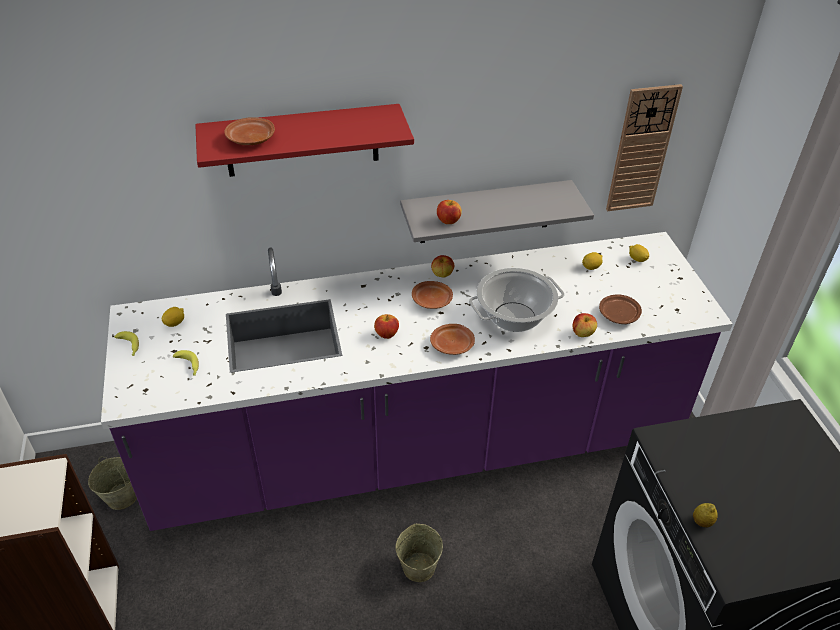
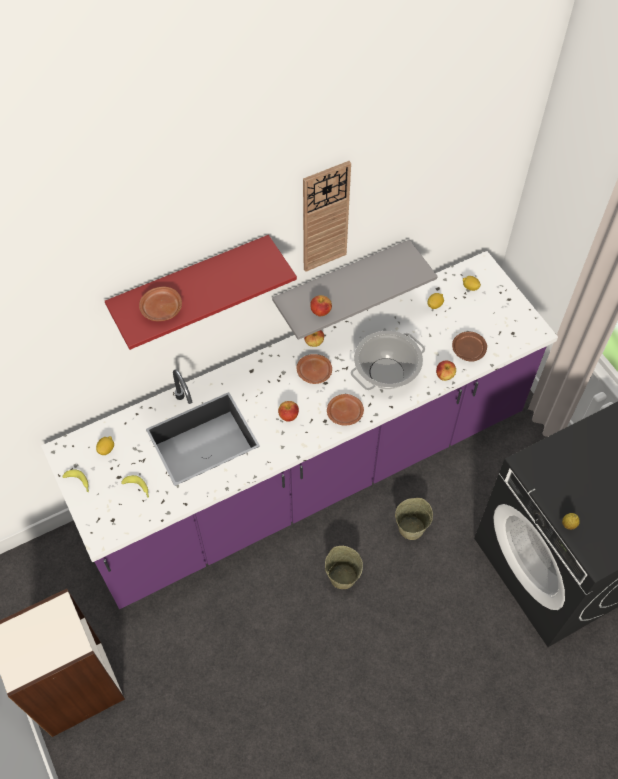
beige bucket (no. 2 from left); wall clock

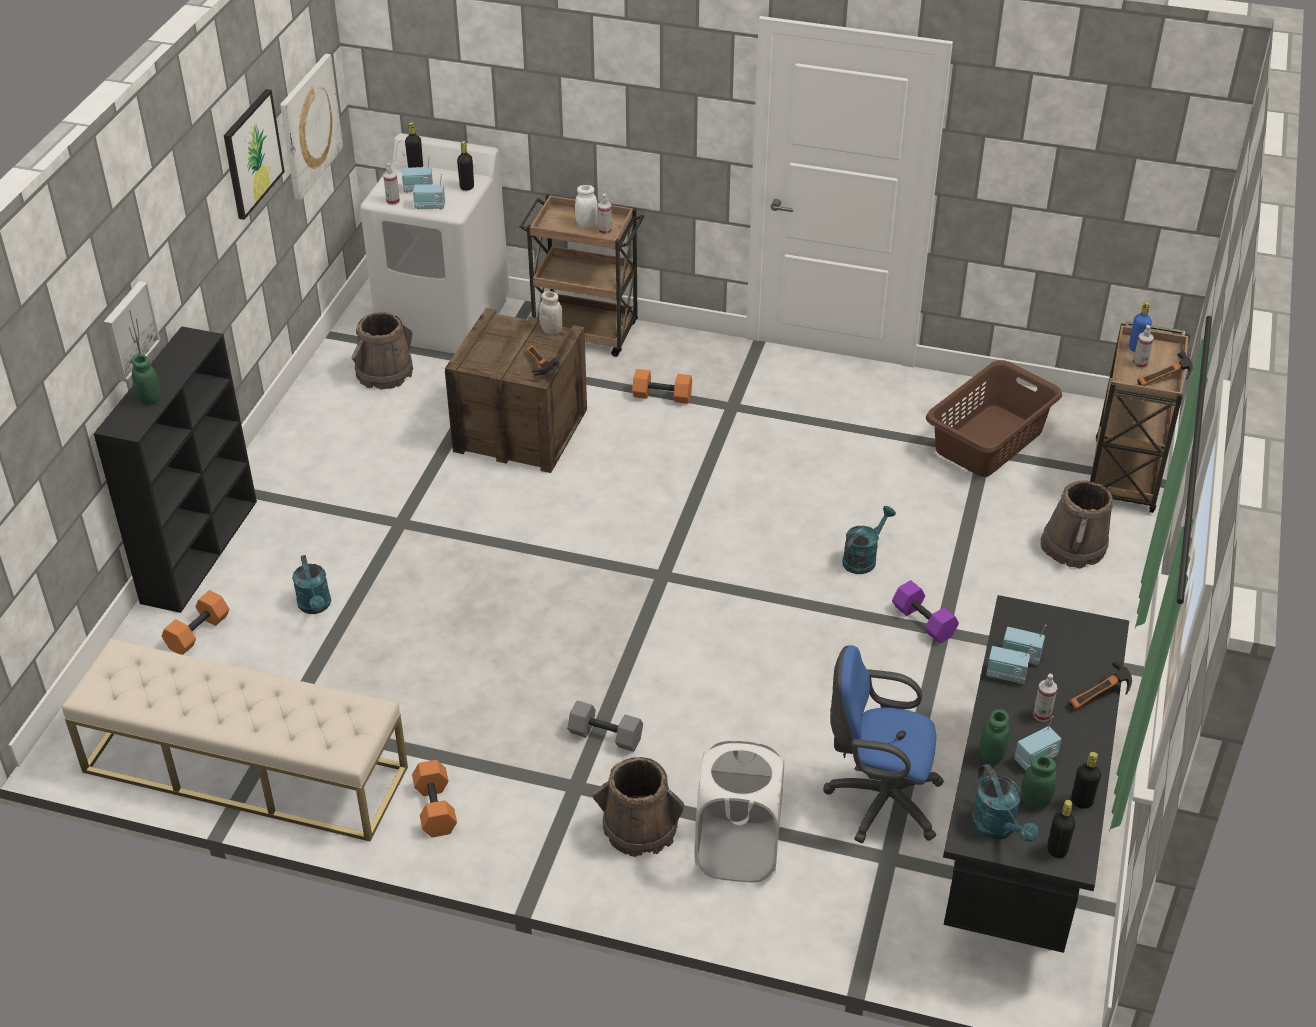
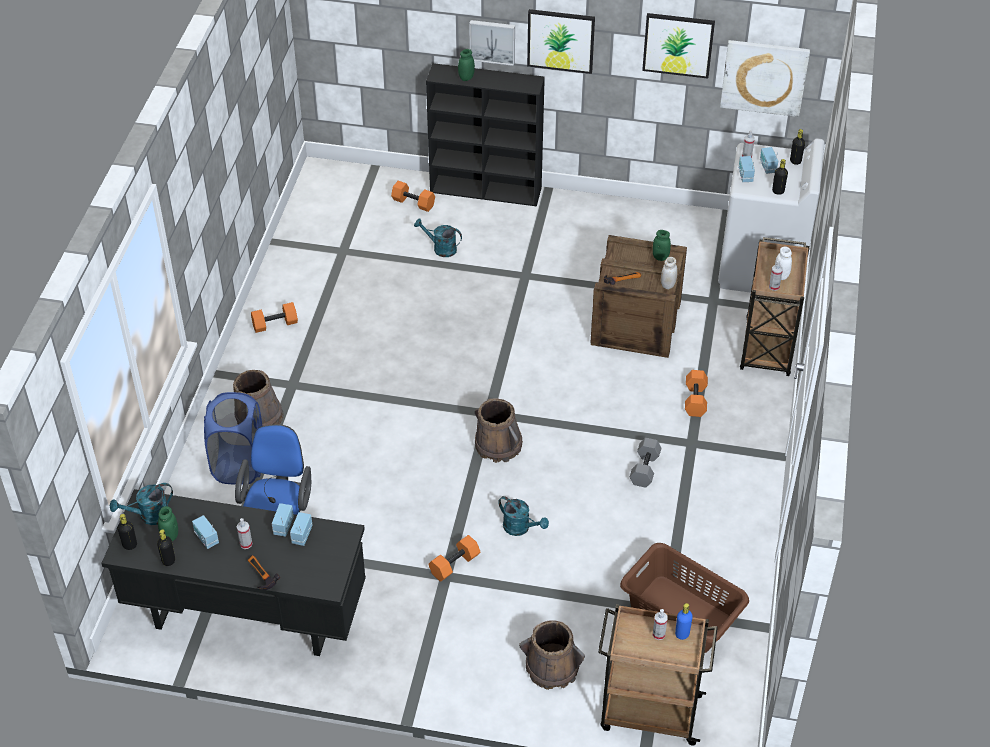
beige bench; turquoise watering can (no. 2 from left); brown bucket (no. 2 from left); grey dumbbell; blue laundry basket; orange dumbbell (no. 3 from left); green jar (no. 3 from left); hammer (no. 3 from left in the first image); picture (no. 2 from left)

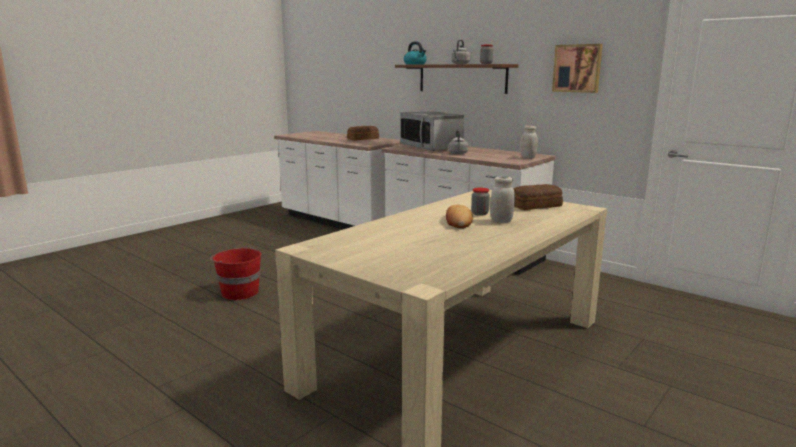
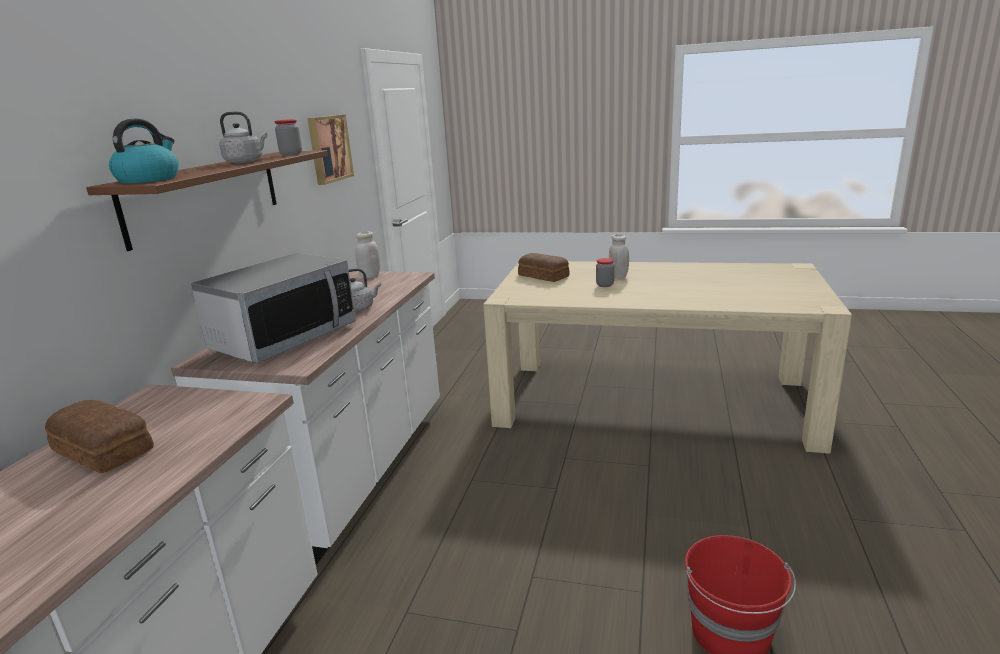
bread (no. 2 from left in the first image)

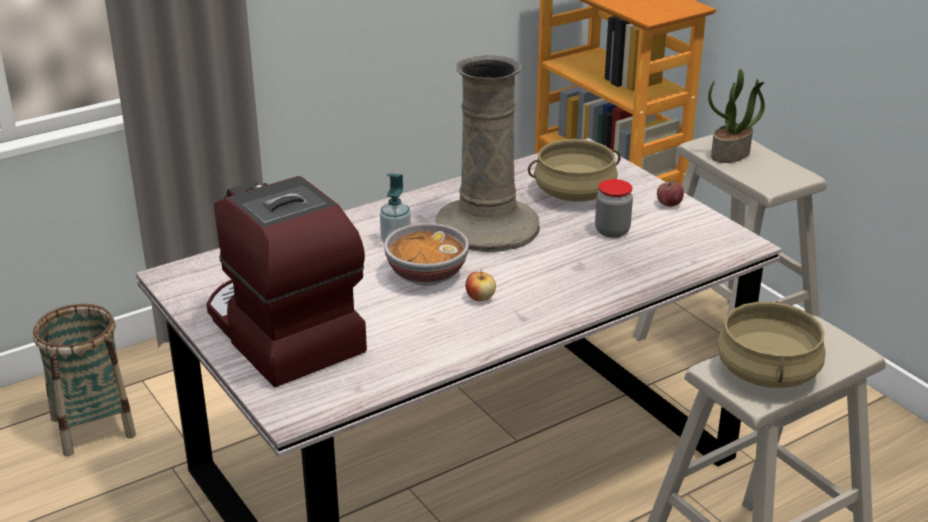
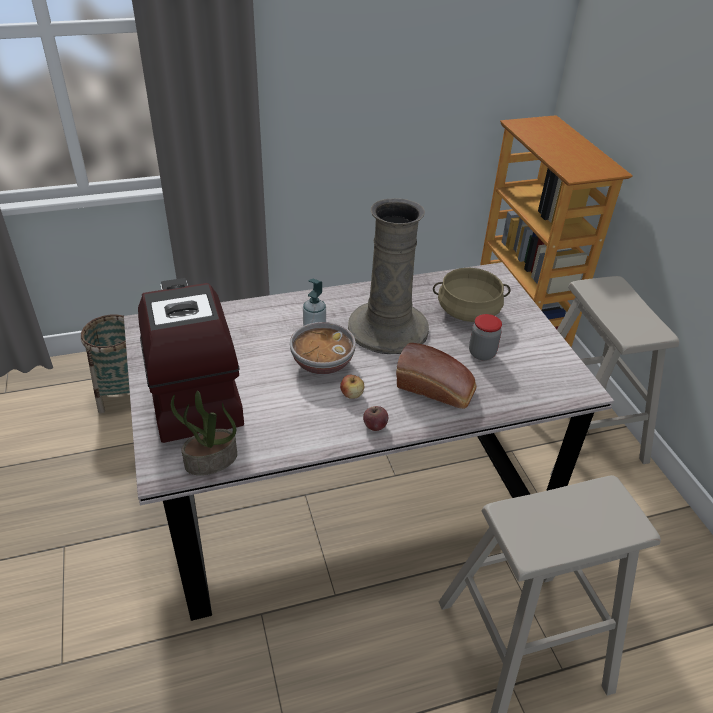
apple (no. 2 from left); potted plant; beige cooking pot (no. 2 from left in the first image); bread

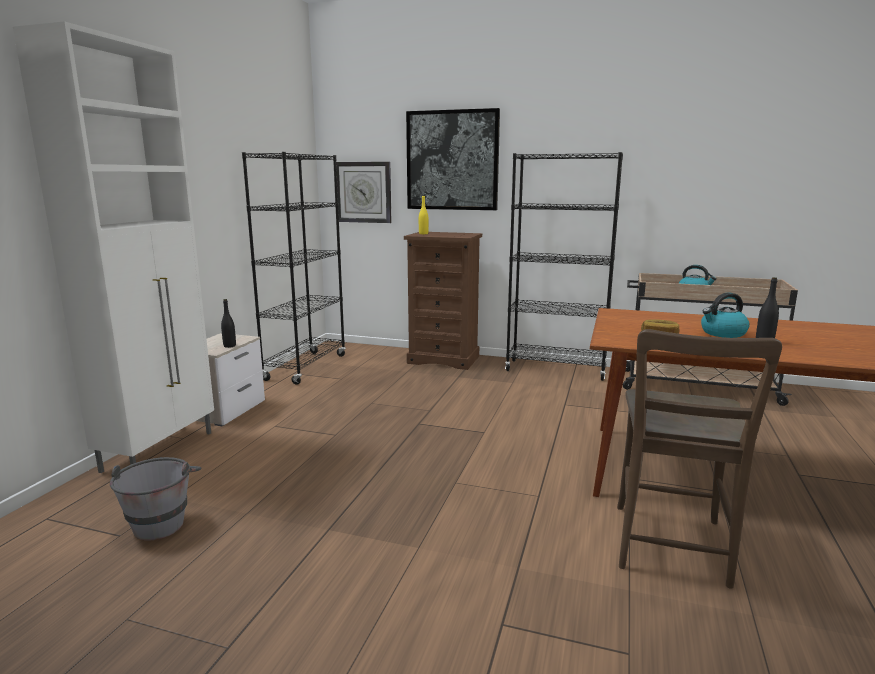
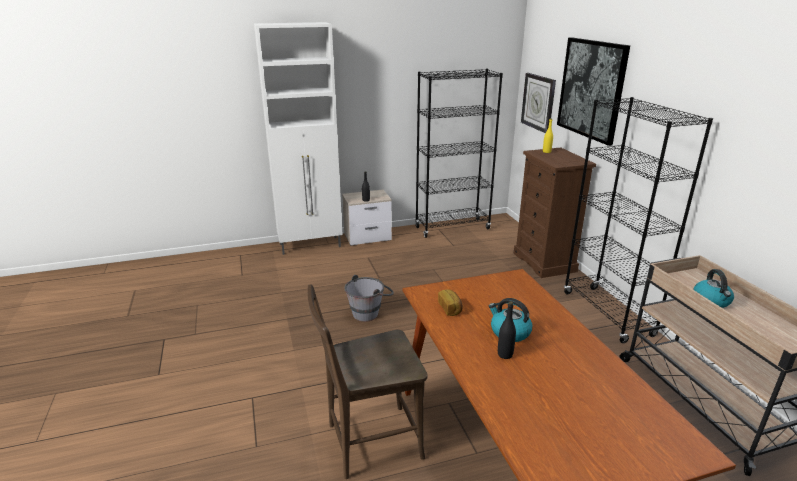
grey bucket

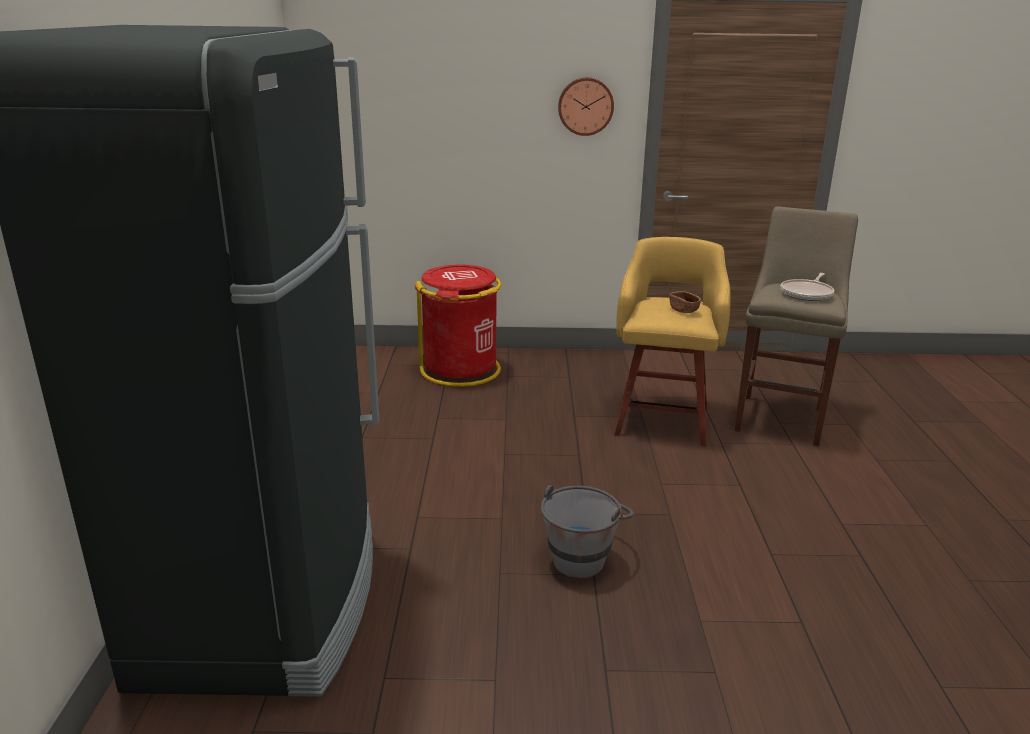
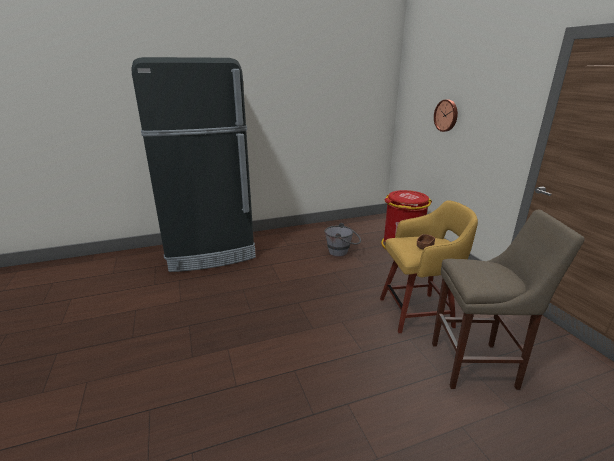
grey bucket; wall clock; frying pan

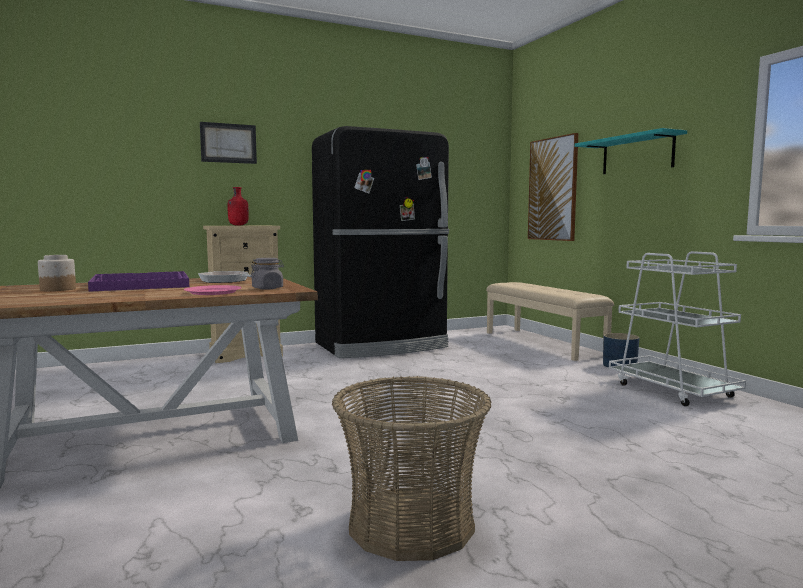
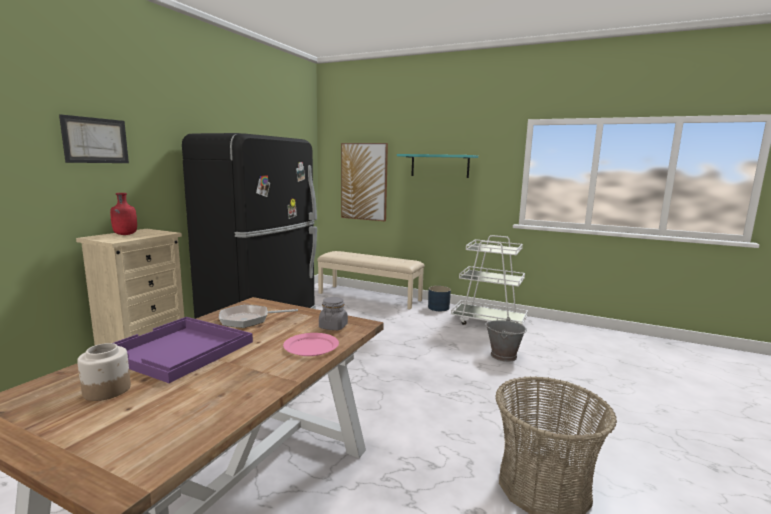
grey bucket

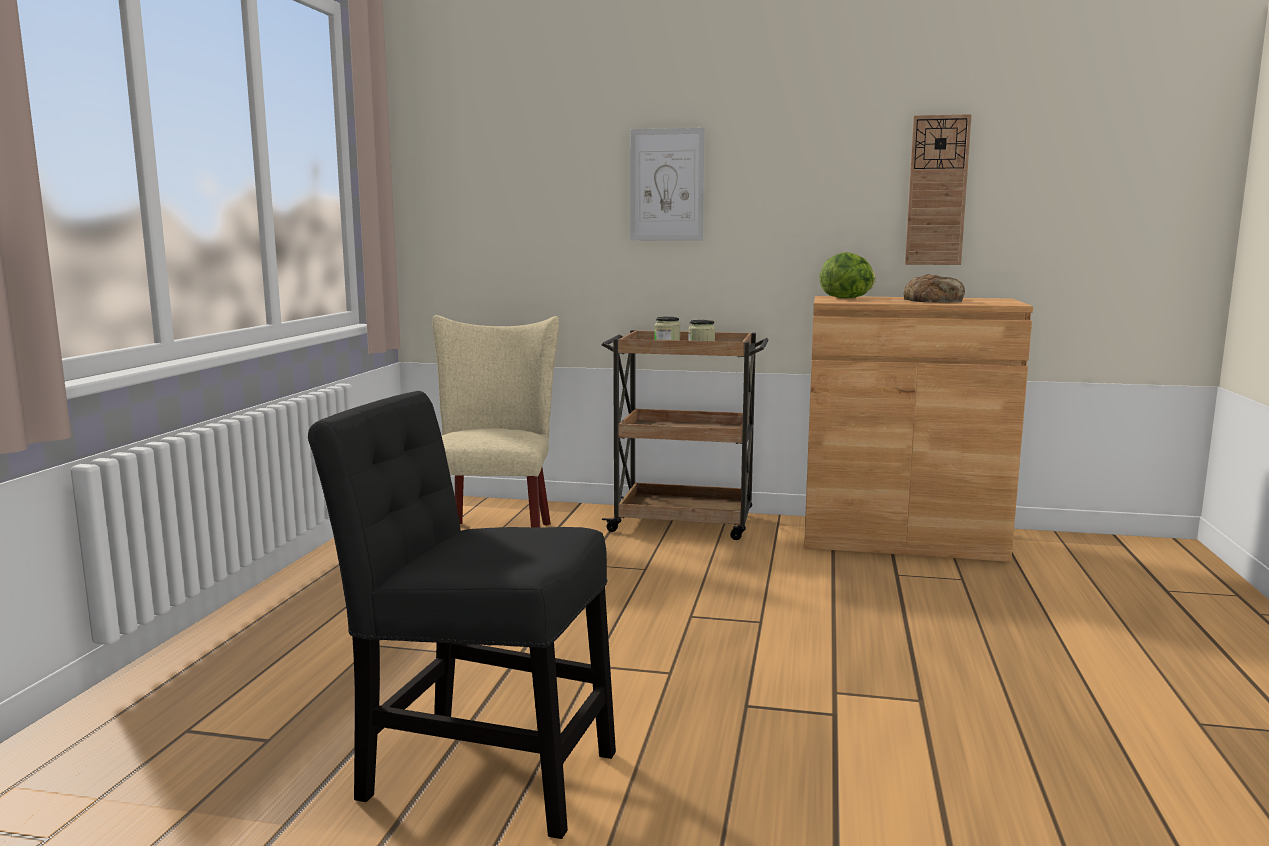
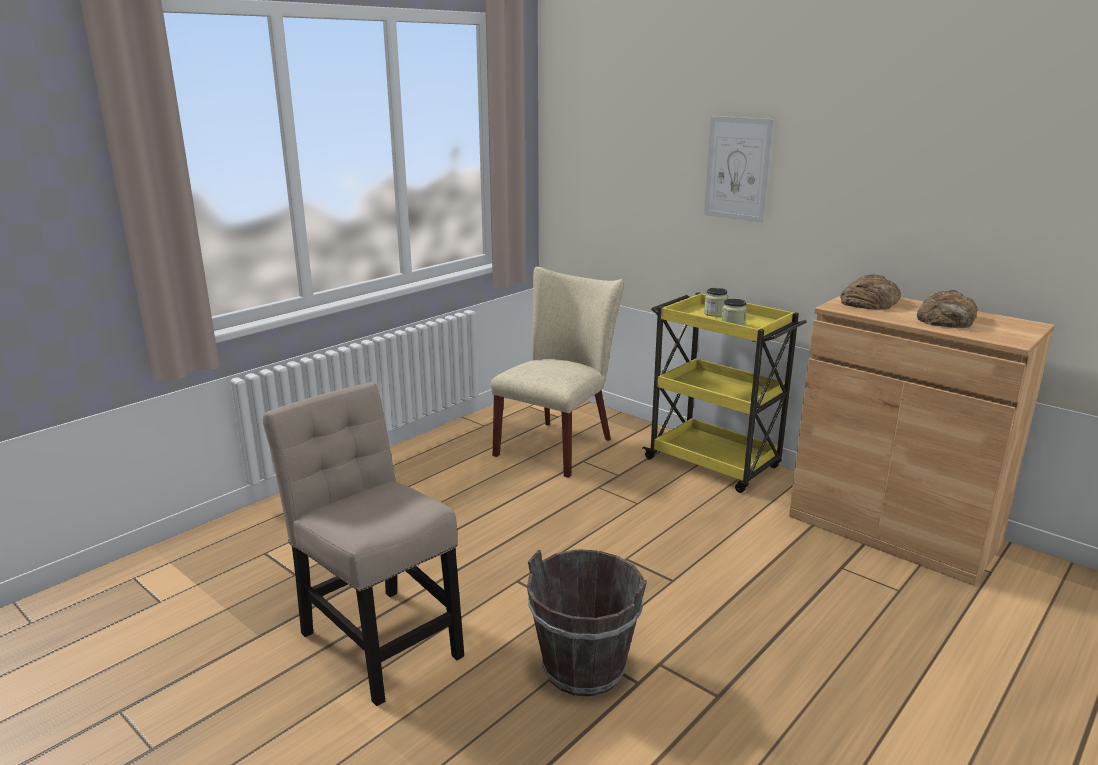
beige chair (no. 1 from left); yellow cart; bread (no. 1 from left); wall clock; brown bucket

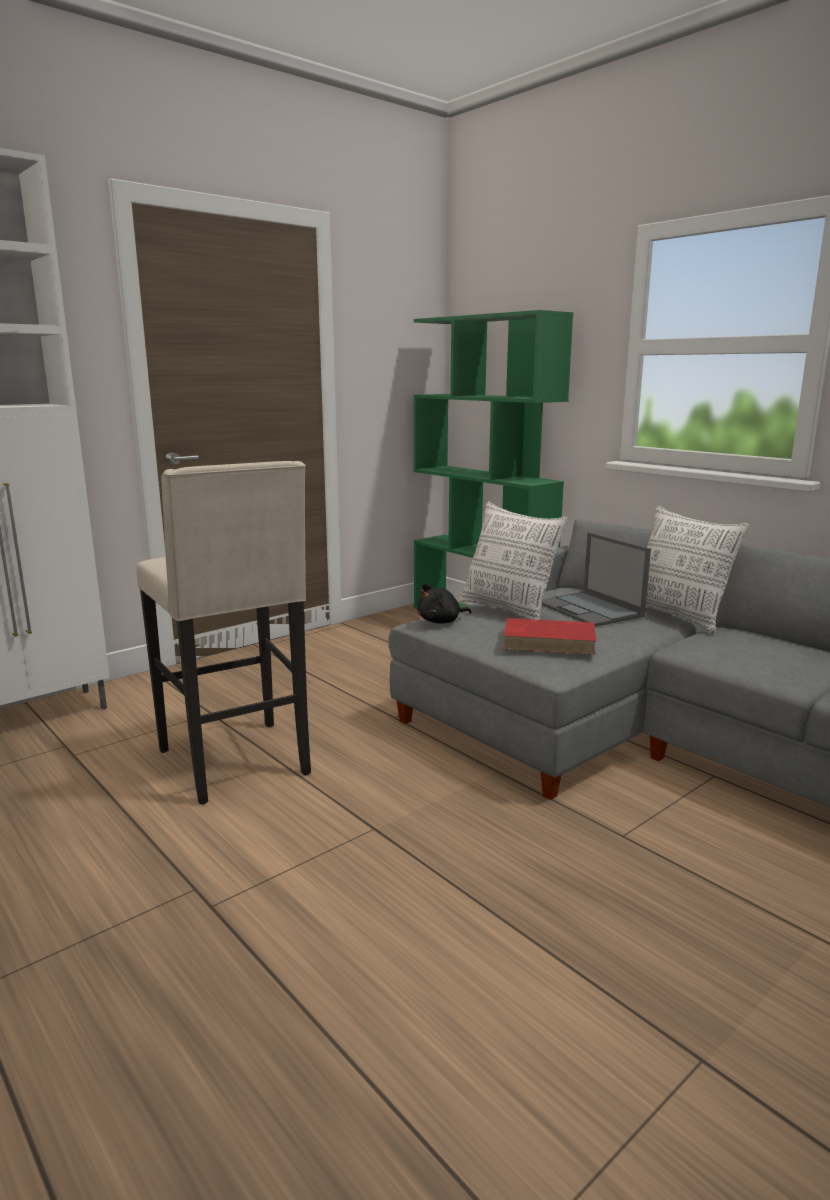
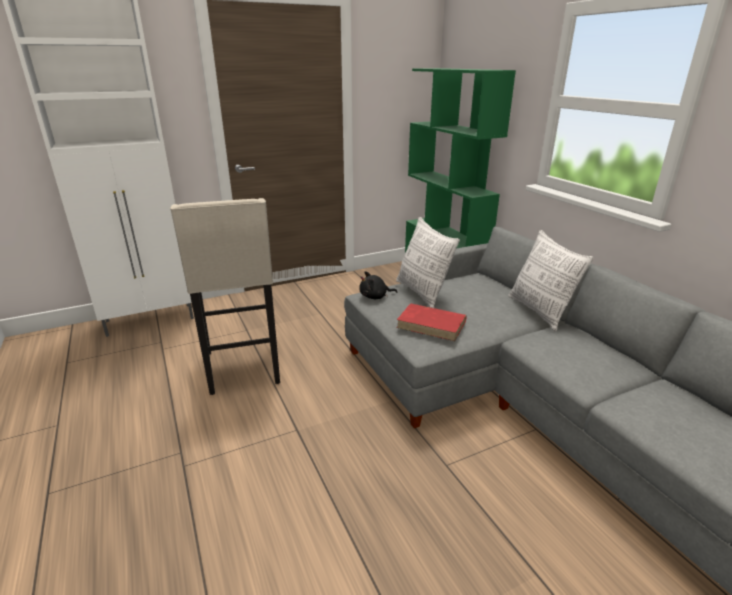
laptop

